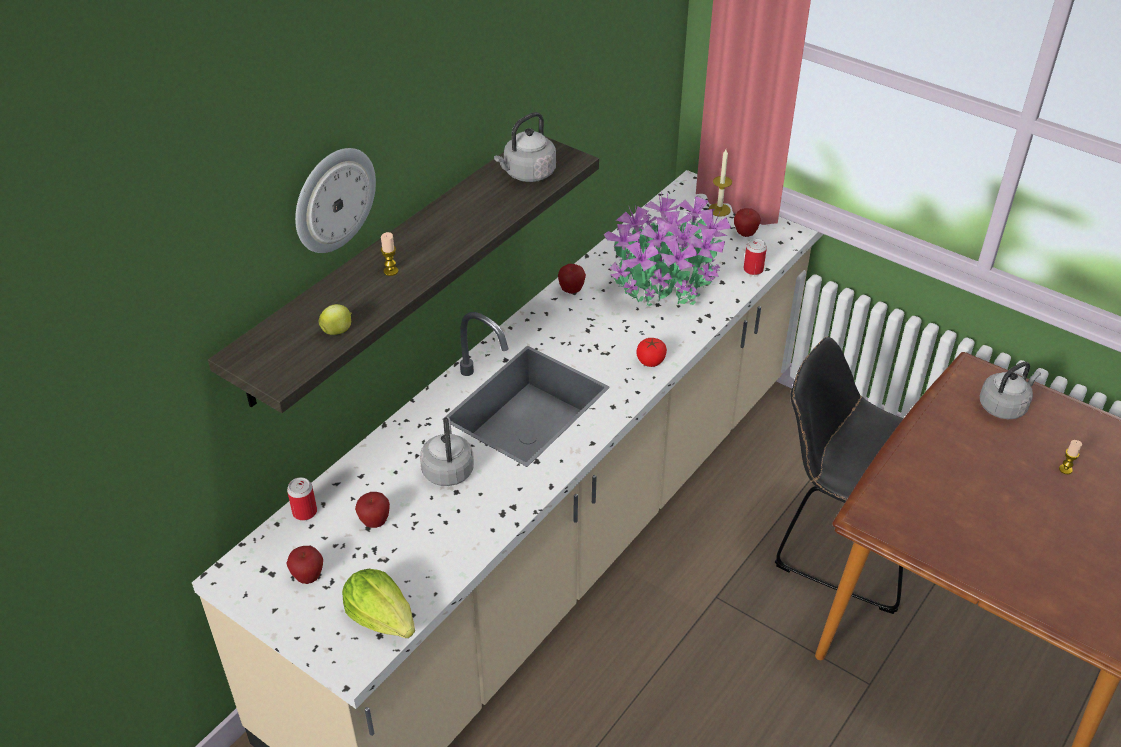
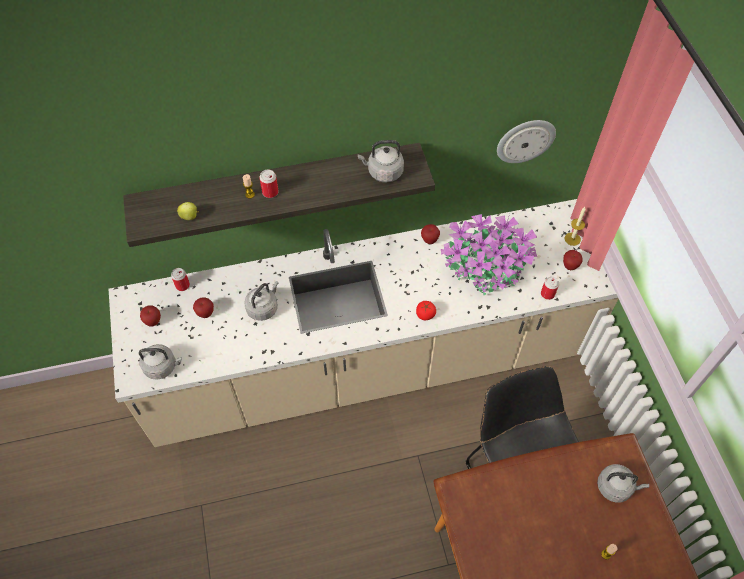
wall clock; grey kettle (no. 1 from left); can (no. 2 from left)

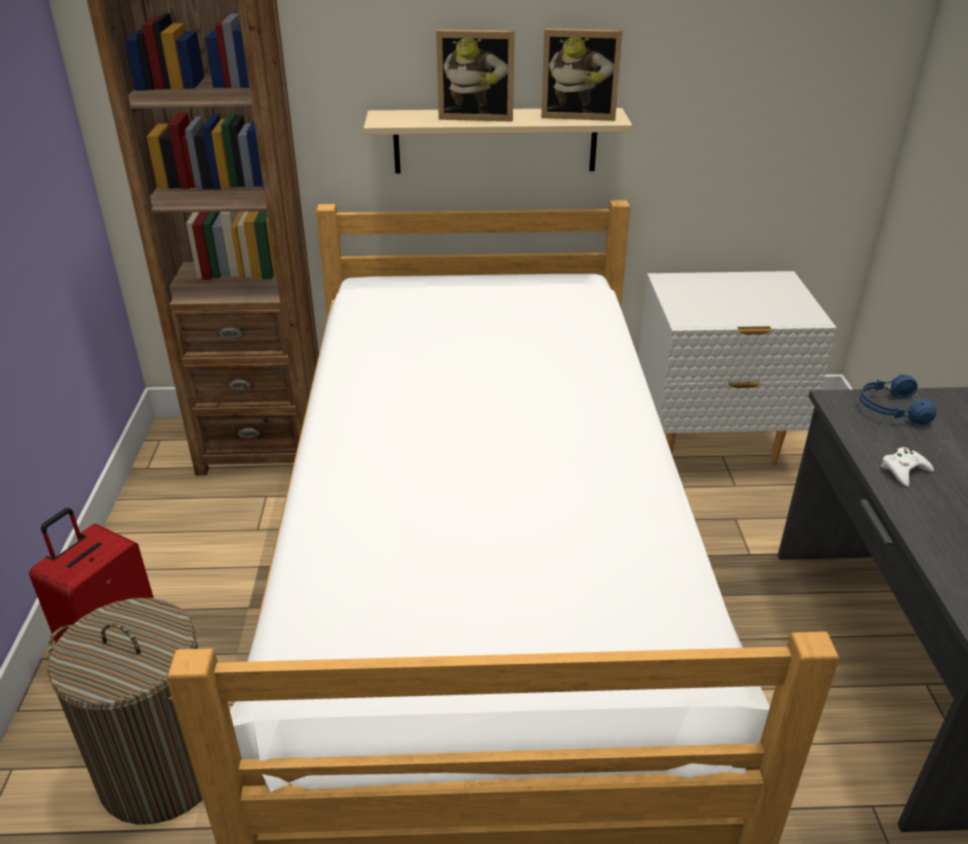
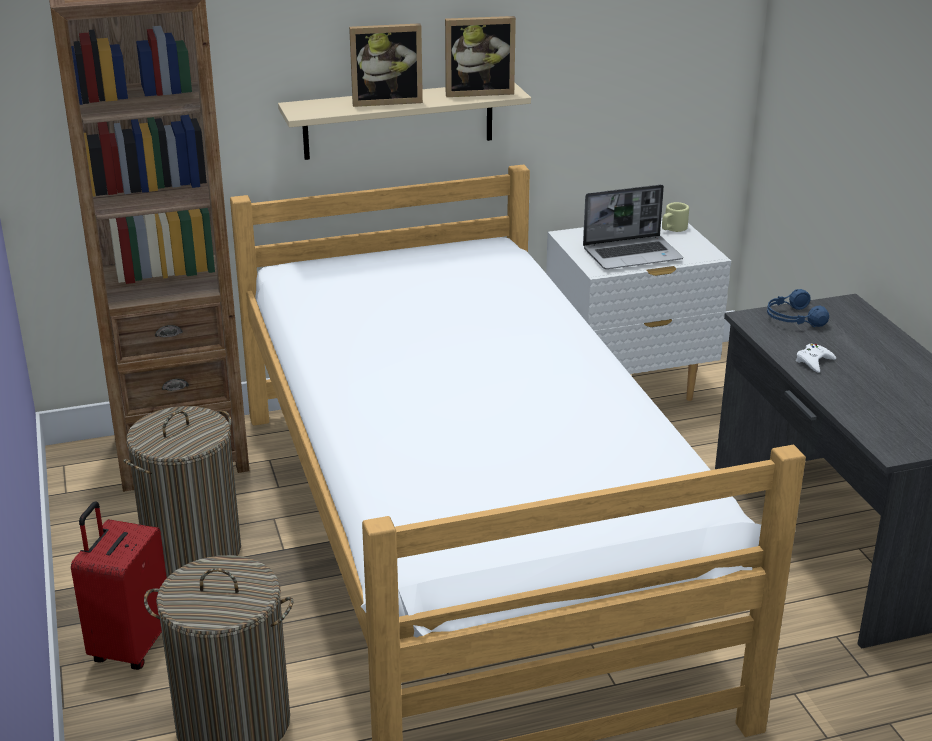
laundry basket (no. 1 from left); laptop; beige mug

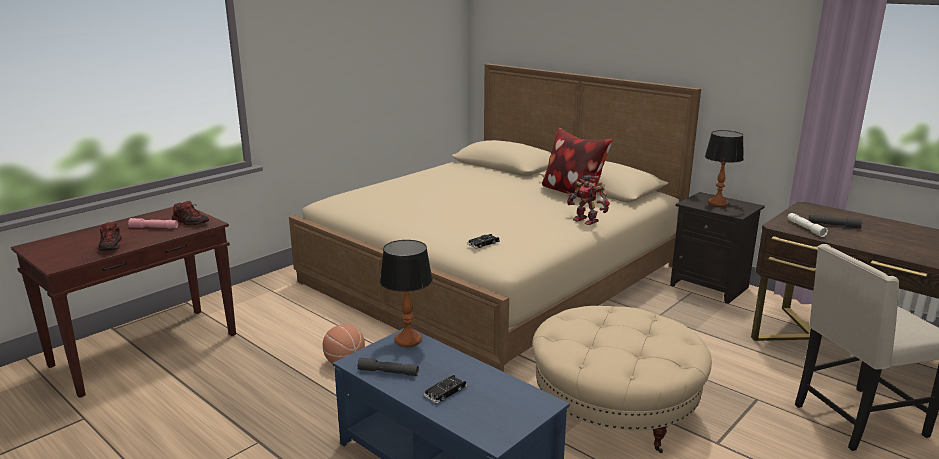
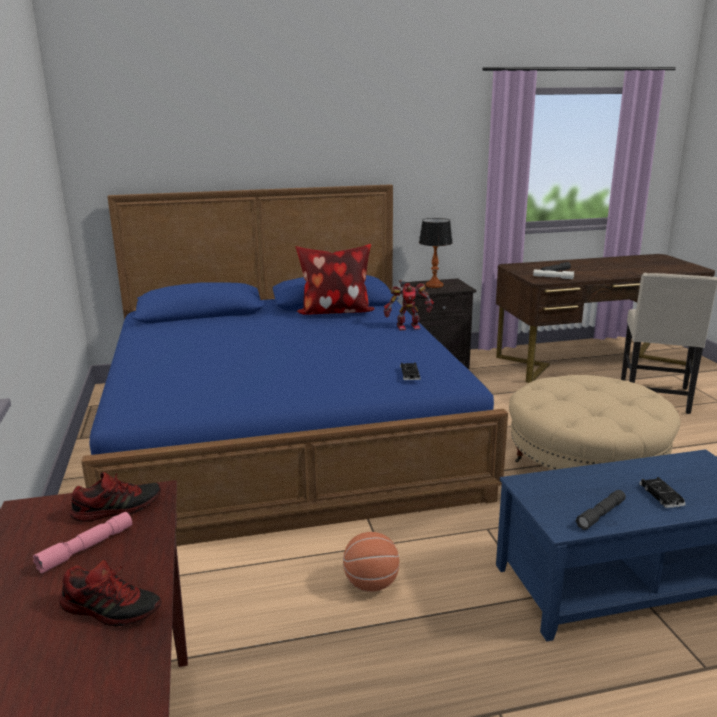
blue bed; table lamp (no. 1 from left in the first image)

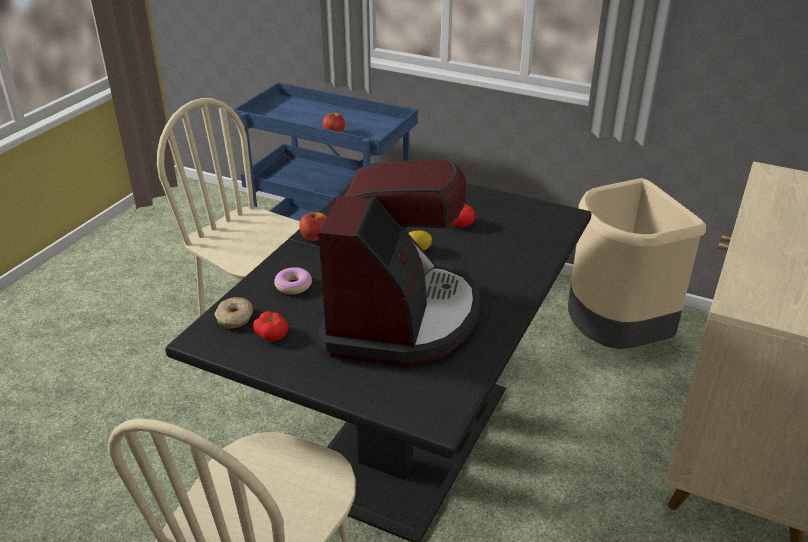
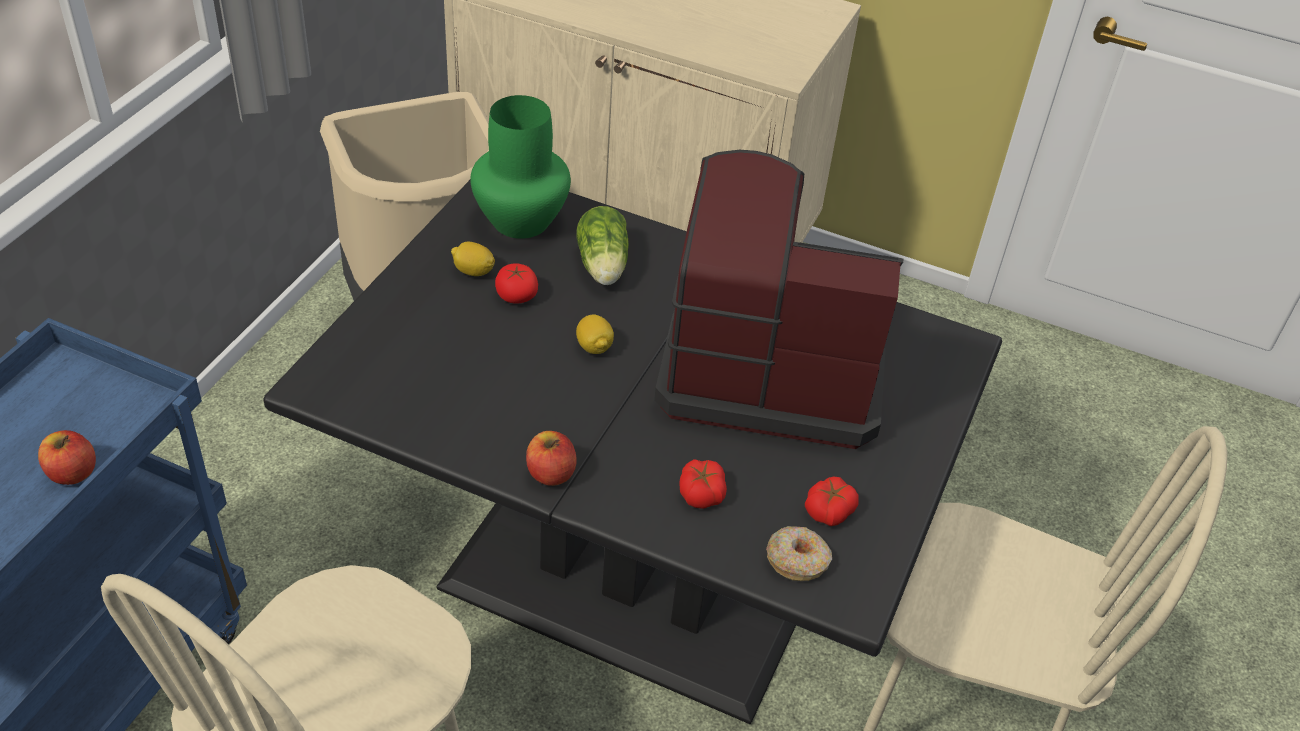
tomato (no. 2 from left); lemon (no. 1 from left); green vase; lettuce

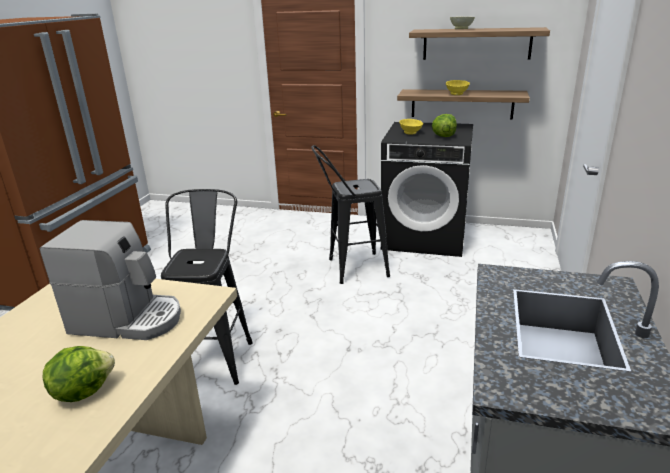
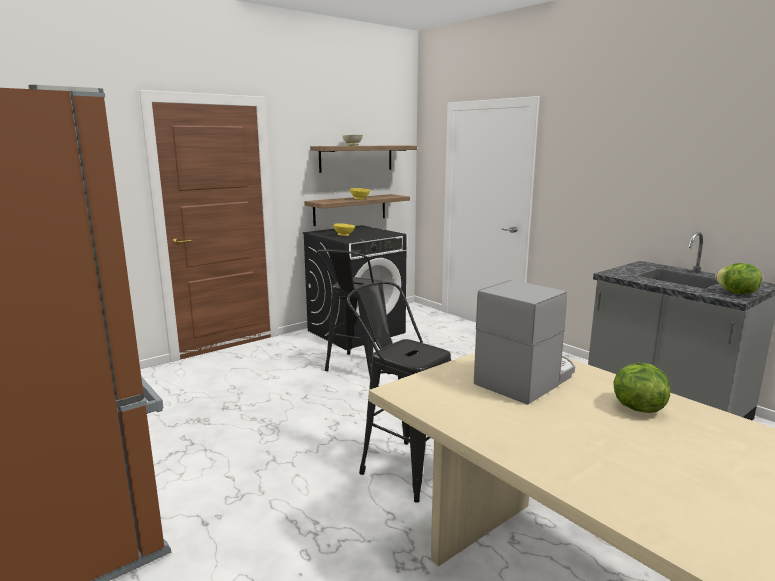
lettuce (no. 2 from left)

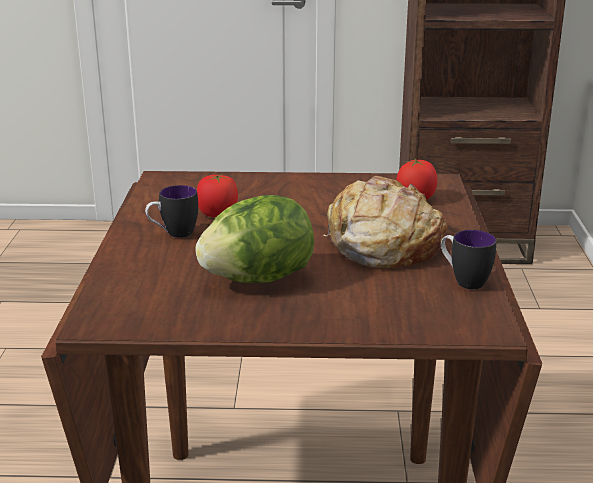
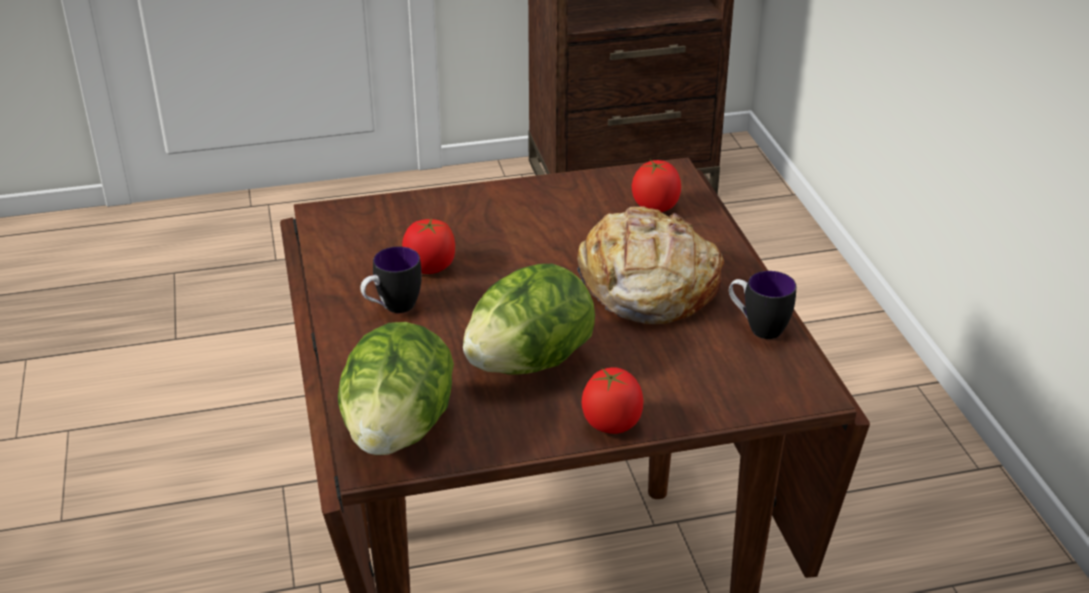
lettuce (no. 1 from left); tomato (no. 2 from left)

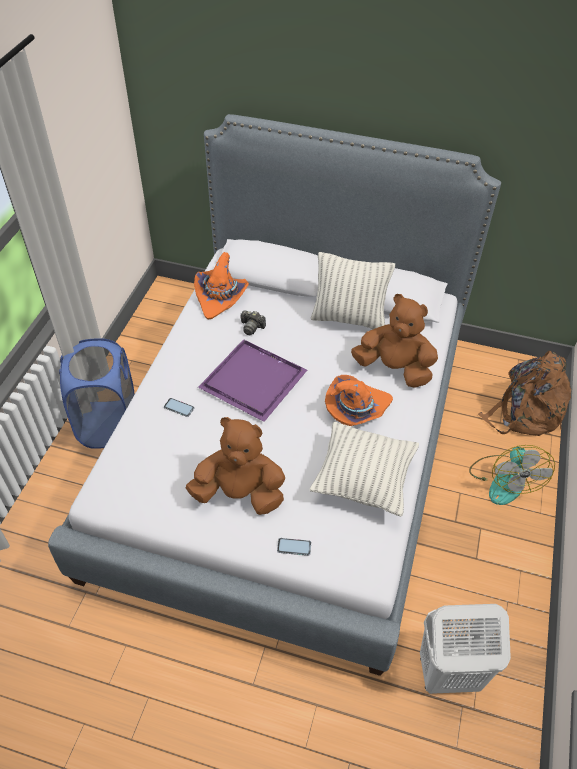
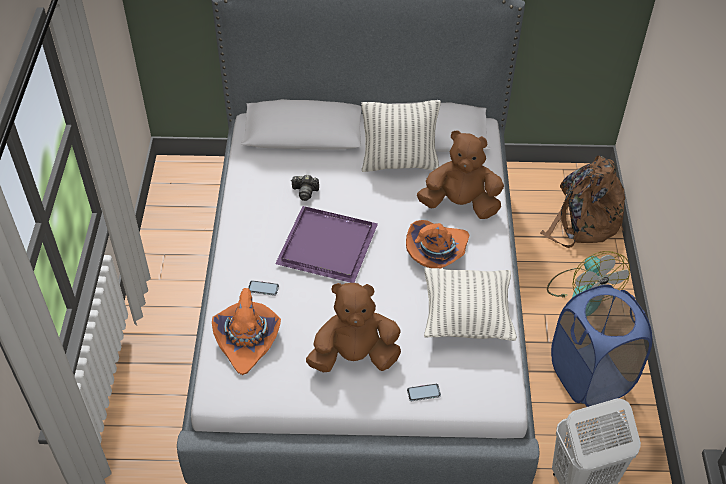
blue laundry basket; orange hat (no. 1 from left)

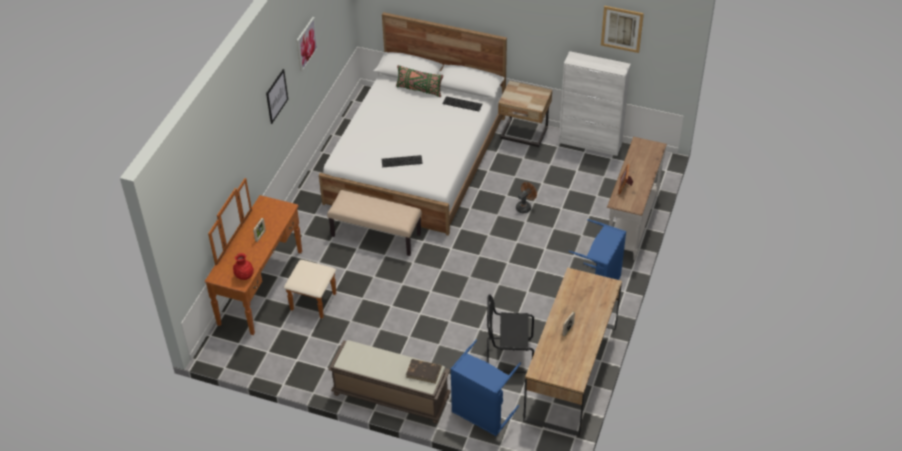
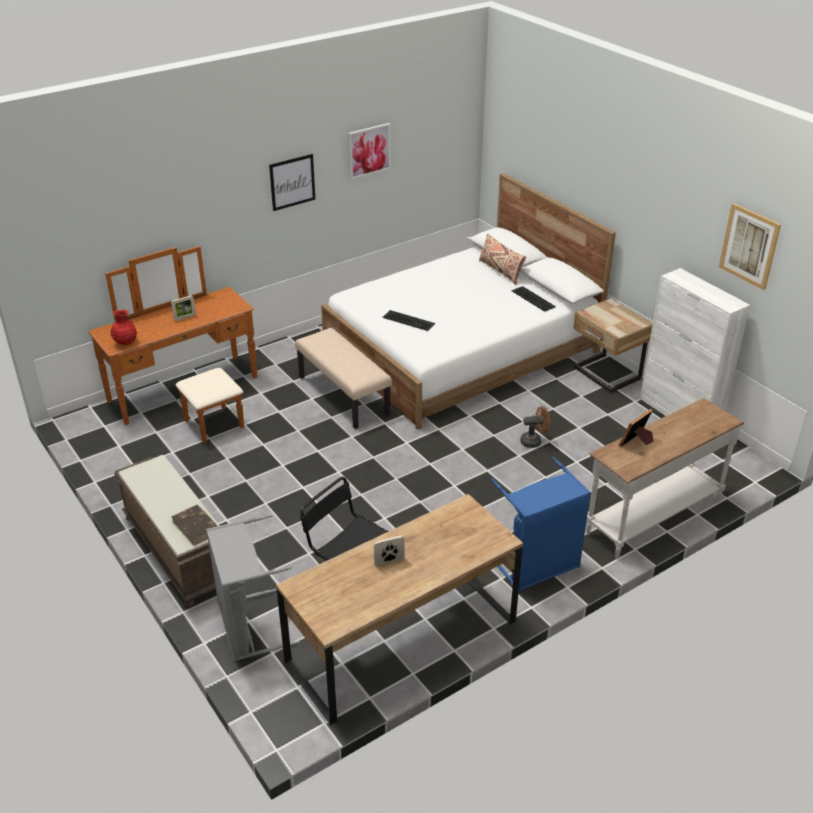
beige pillow; grey laundry basket

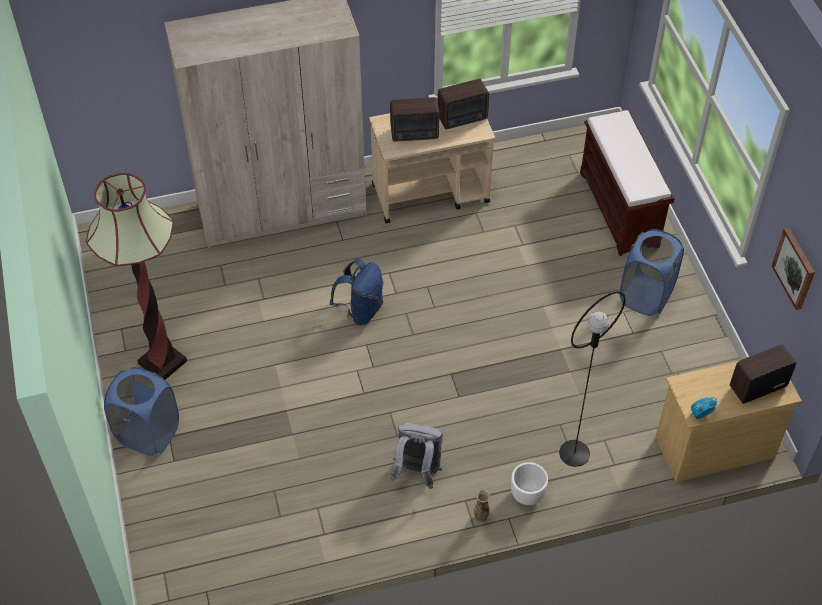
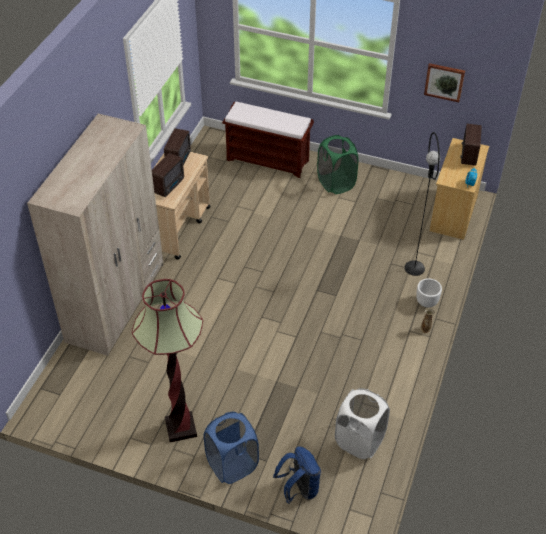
blue backpack; grey backpack; green laundry basket; white laundry basket

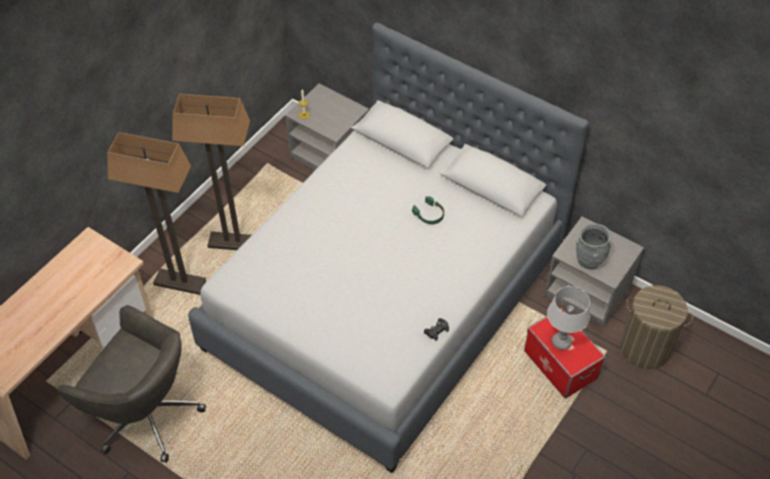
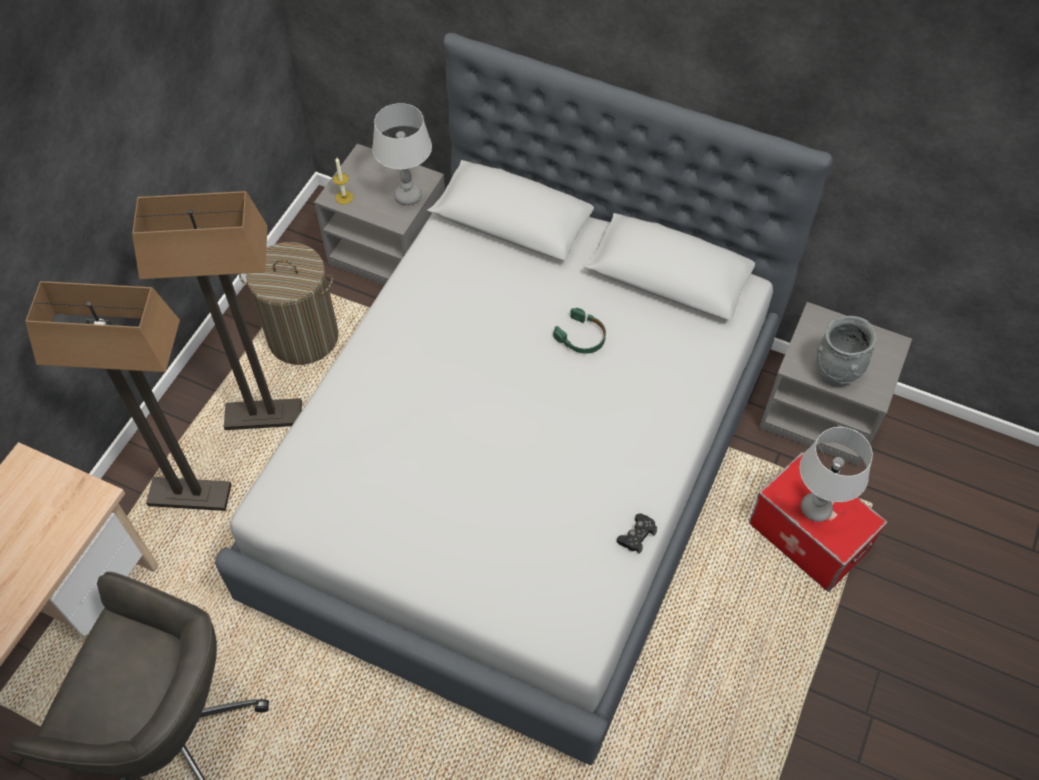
laundry basket; grey table lamp (no. 1 from left)

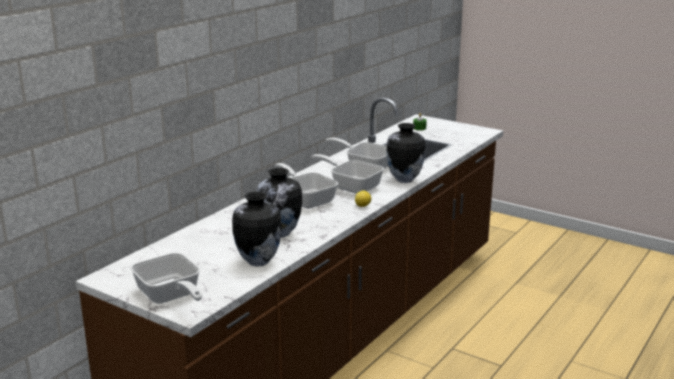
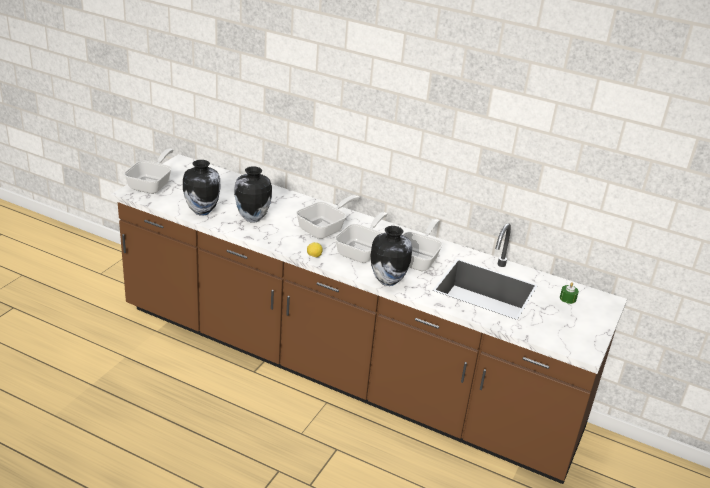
frying pan (no. 1 from left)

